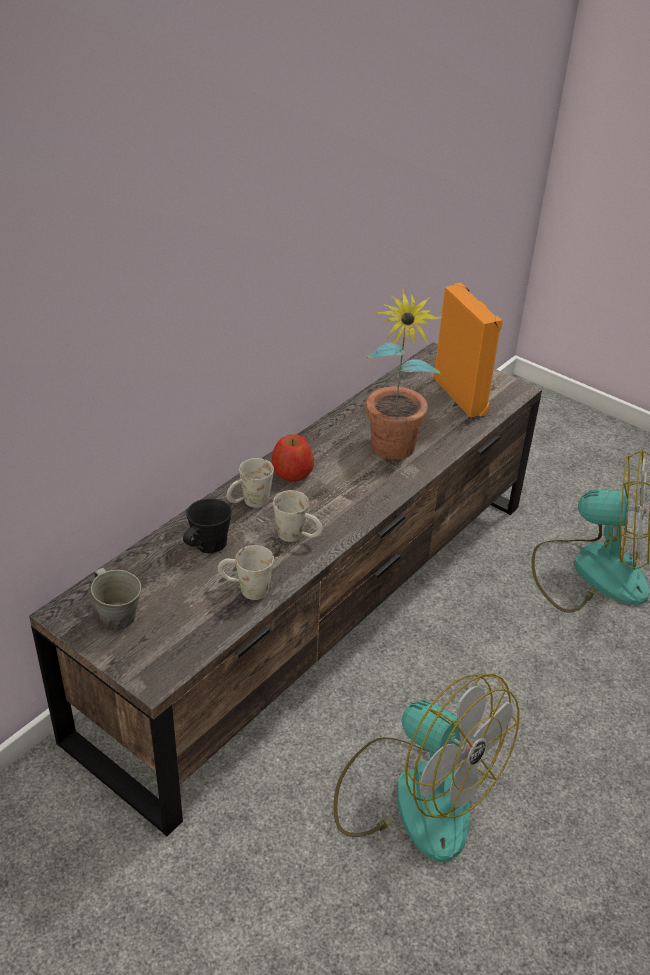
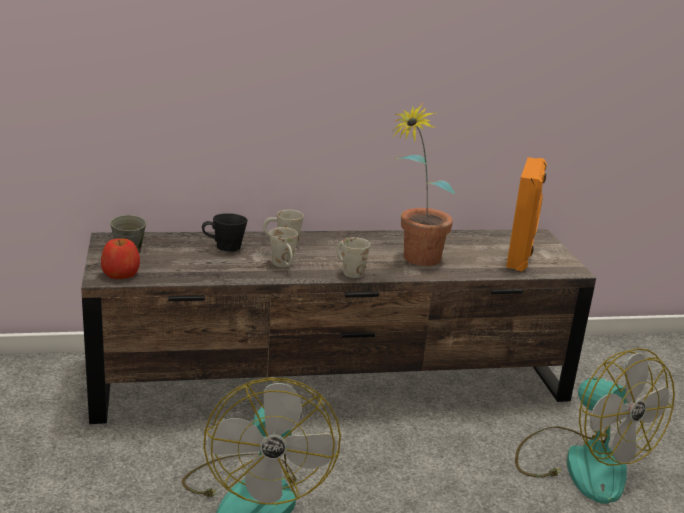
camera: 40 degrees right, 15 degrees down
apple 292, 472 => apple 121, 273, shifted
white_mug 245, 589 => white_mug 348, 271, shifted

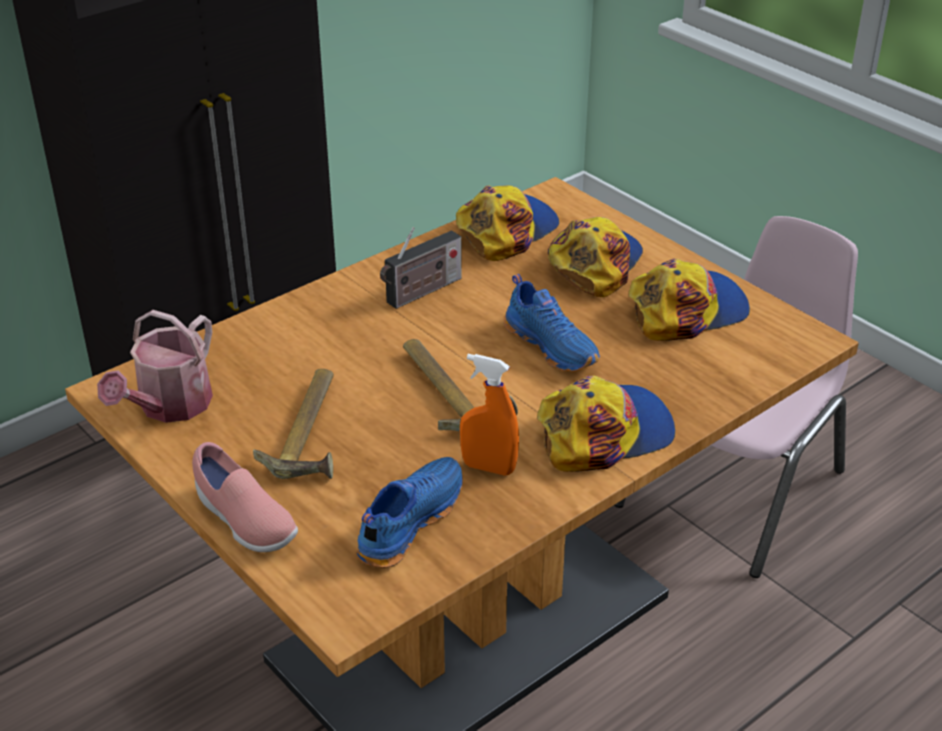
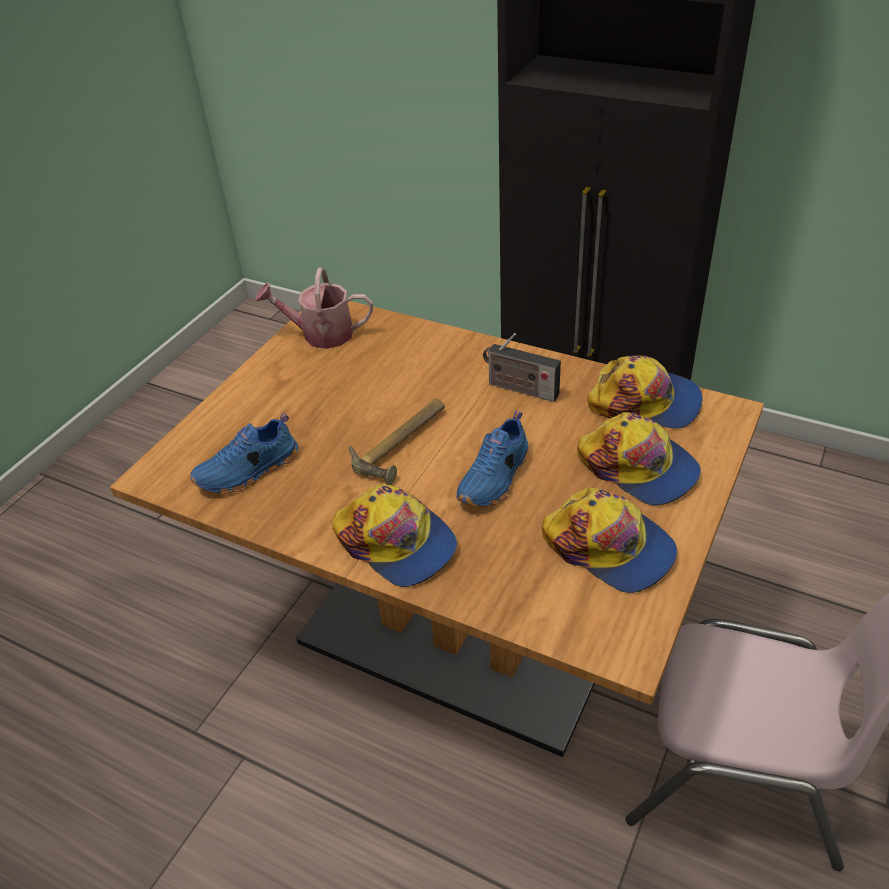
camera: 70 degrees right, 5 degrees up
blue_shoe 408, 522 => blue_shoe 249, 472, 135 degrees clockwise
cap 594, 263 => cap 638, 467, 45 degrees clockwise
pink_shoe 244, 521 => nothing
hammer 312, 431 => nothing
orange_spray_bottle 488, 467 => nothing

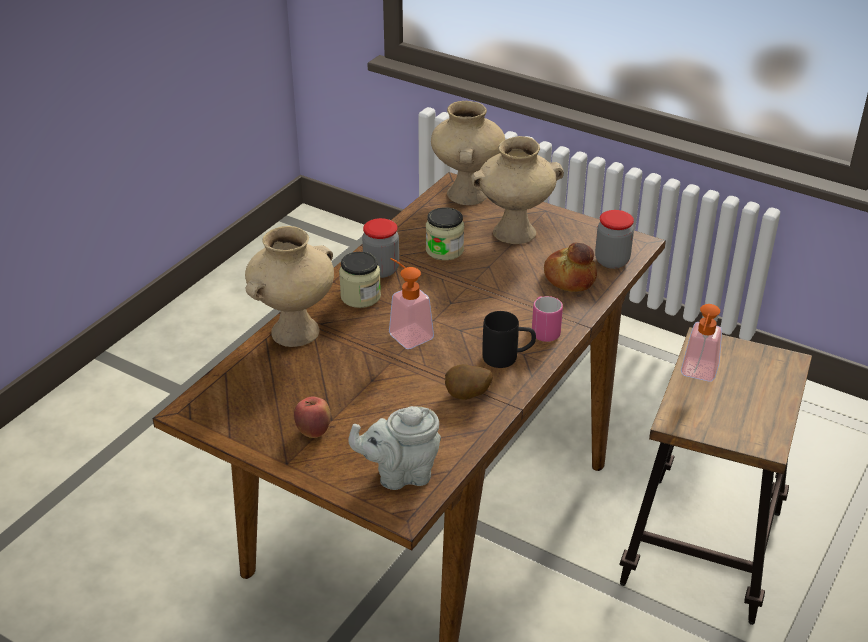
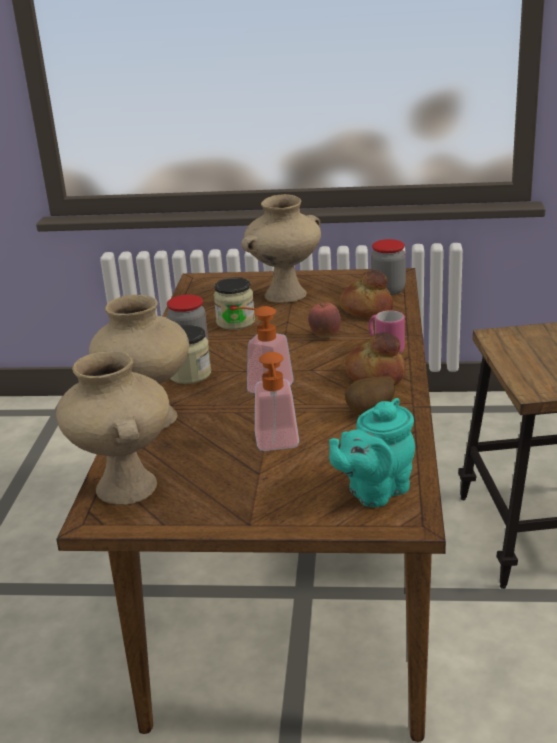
camera: 25 degrees left, 10 degrees down
beige_vase 466, 193 => beige_vase 124, 486, shifted
soap_dispenser 698, 374 => soap_dispenser 278, 445, shifted
apple 314, 431 => apple 325, 335, shifted
grey_teapot 400, 474 => turquoise_teapot 374, 491
black_mug 508, 358 => bread 376, 375

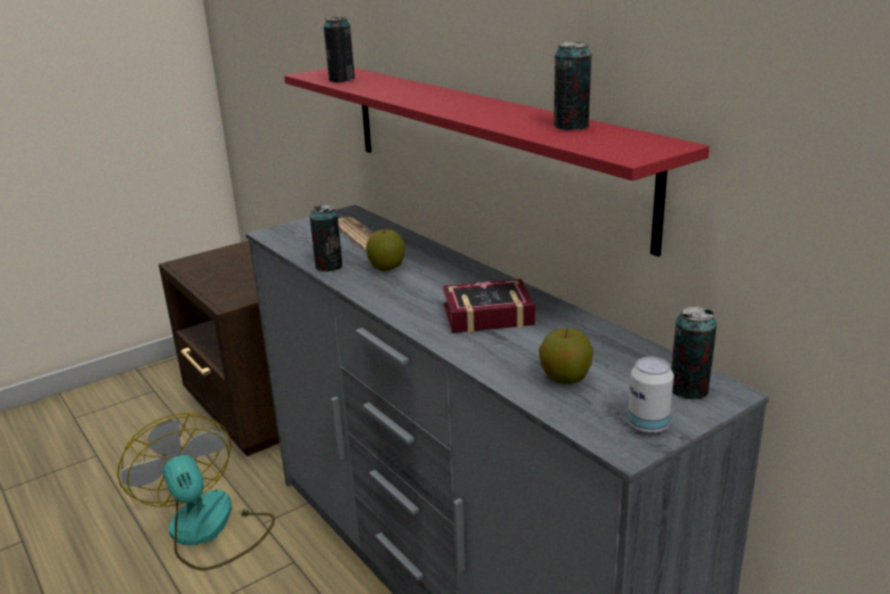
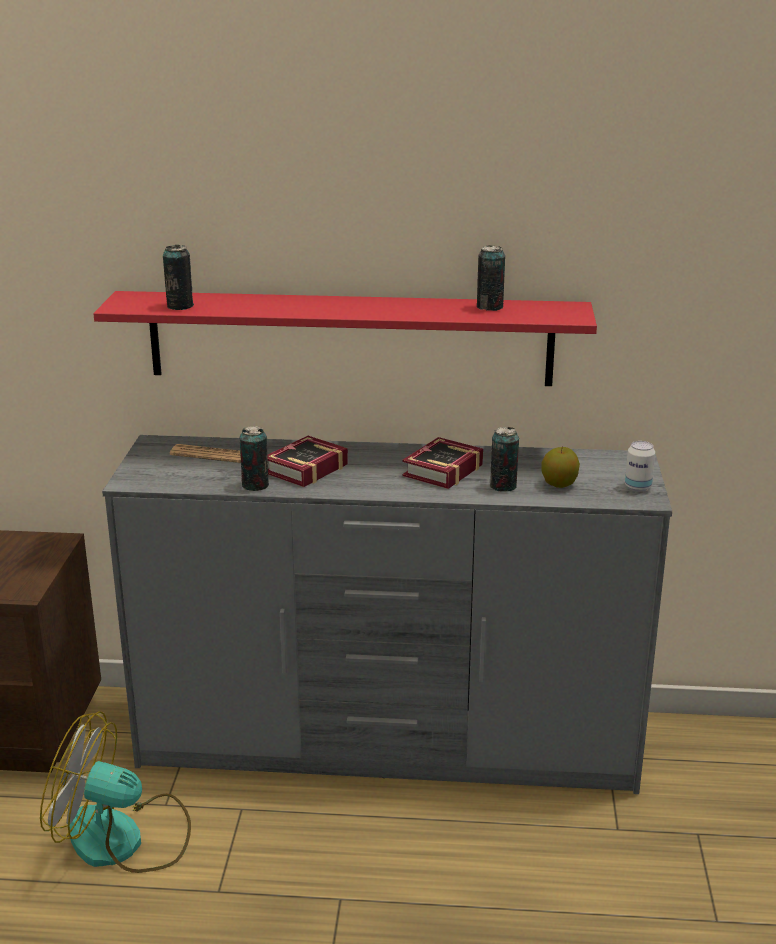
camera: 50 degrees left, 0 degrees up
apple 387, 268 => book 302, 469
can 689, 390 => can 503, 486, shifted

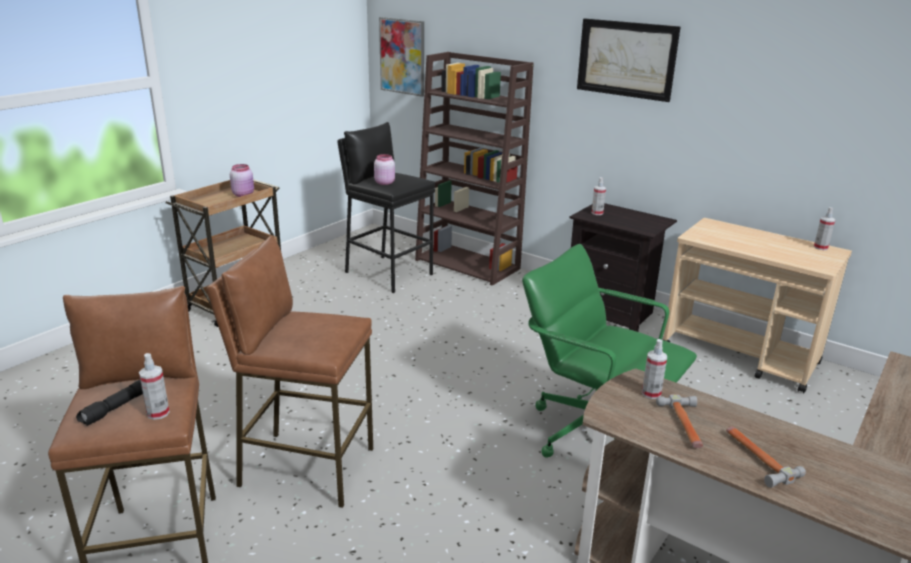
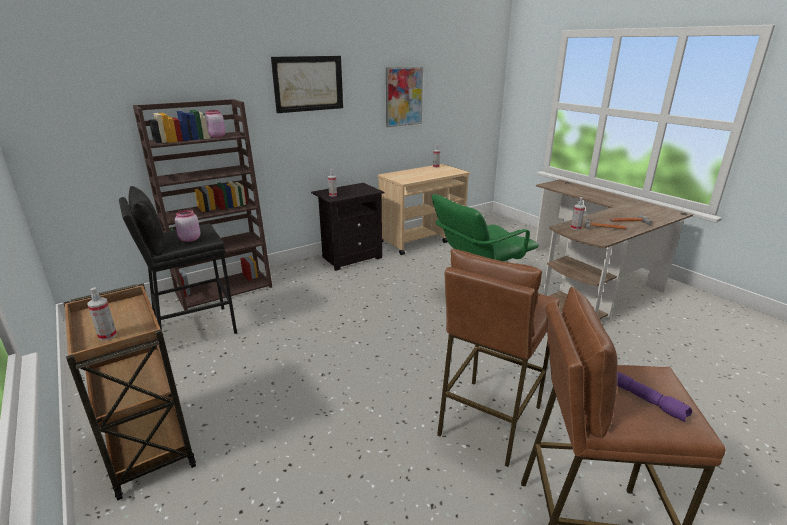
camera: 70 degrees left, 0 degrees up
spray_bottle 158, 413 => spray_bottle 107, 335, shifted
pink_jar 244, 194 => pink_jar 216, 136, shifted
picture 402, 56 => picture 403, 96, shifted
black_flashlight 117, 408 => purple_flashlight 648, 401

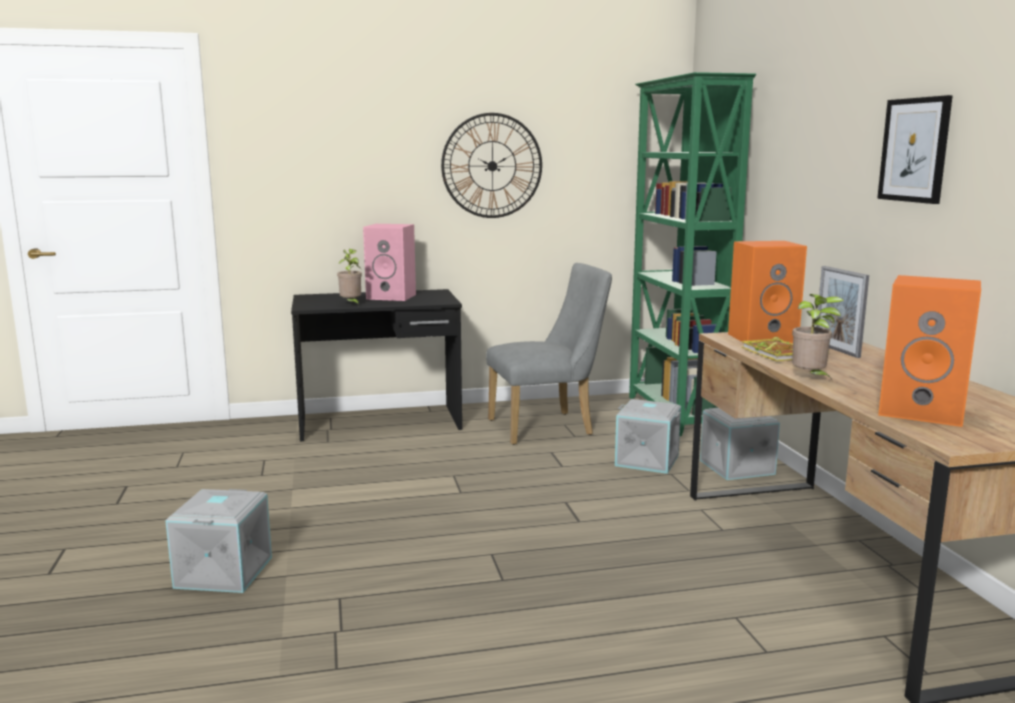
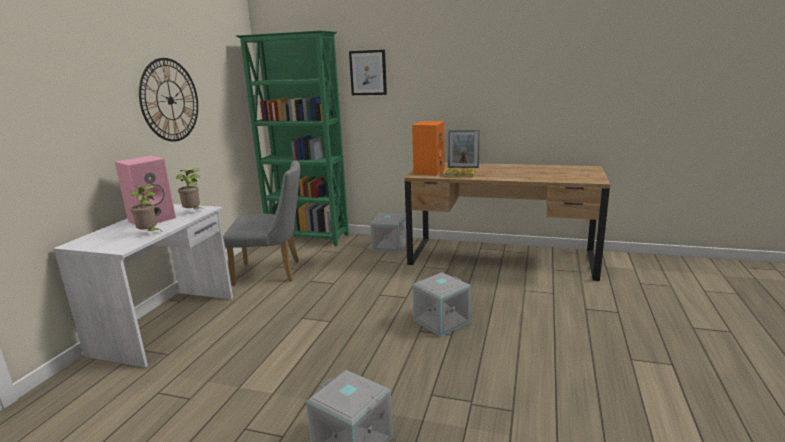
camera: 60 degrees left, 5 degrees up
black_desk 380, 423 => white_desk 168, 324
potted_plant 810, 379 => potted_plant 193, 212, shifted
grey_chair 548, 427 => grey_chair 273, 272, 75 degrees clockwise
picture 914, 150 => picture 368, 72, shifted
grey_storage_box 647, 460 => grey_storage_box 441, 320, shifted
orange_speaker 924, 411 => nothing

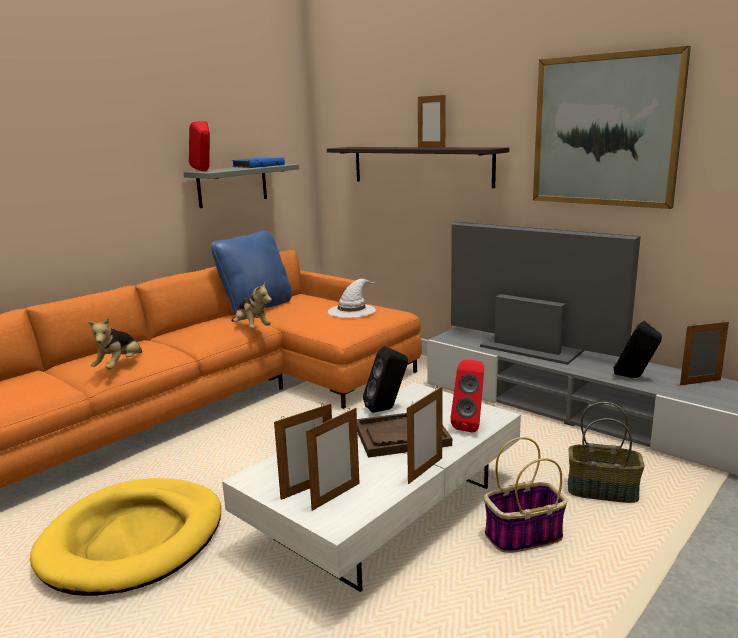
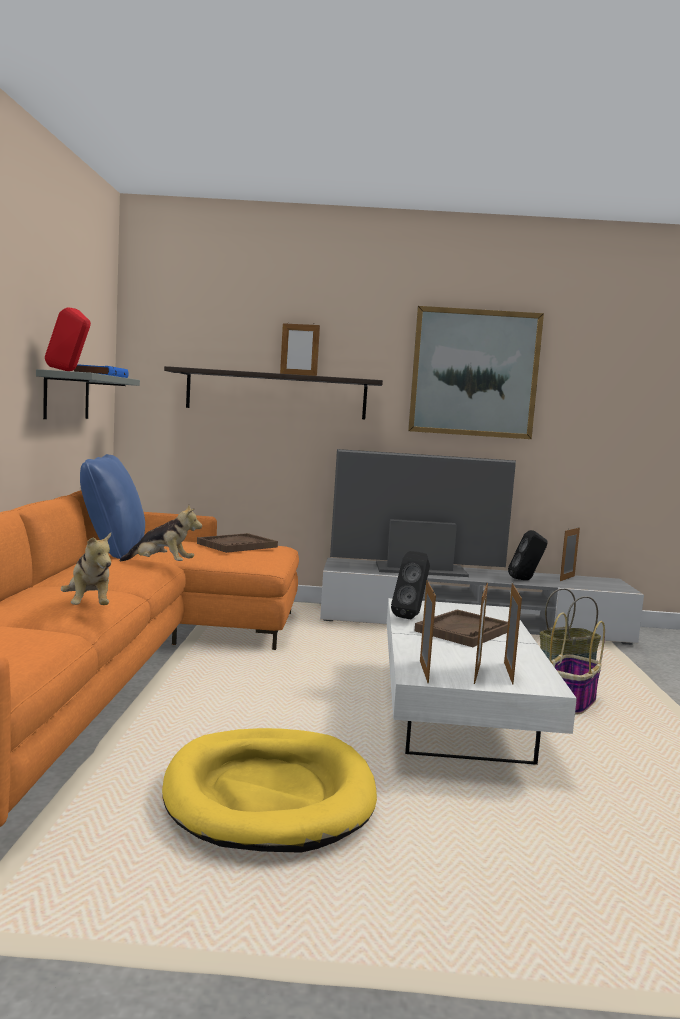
camera: 40 degrees left, 10 degrees down
white_hat 352, 310 => brown_tray 237, 545
picture_frame 425, 470 => picture_frame 423, 671, shifted
red_speaker 470, 425 => nothing

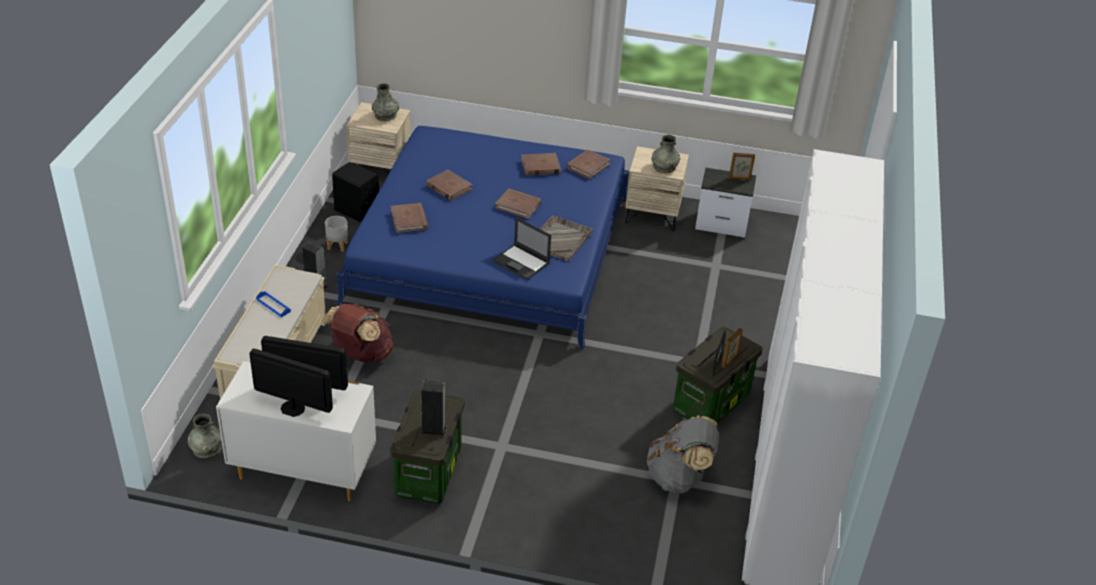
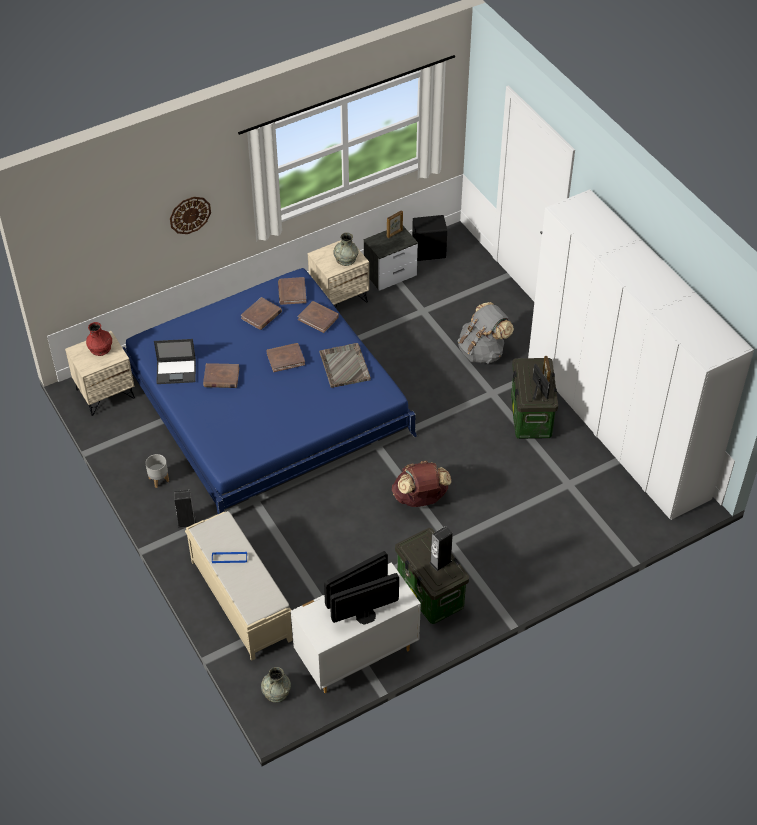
camera: 40 degrees left, 10 degrees up
grey_vase 385, 115 => red_vase 100, 348
laptop 521, 262 => laptop 177, 371, shifted
nothing => wall_clock 190, 215
brown_book 409, 220 => brown_book 318, 318, shifted
brown_backpack 361, 354 => brown_backpack 420, 499, shifted
black_speaker 356, 211 => black_speaker 428, 252, shifted
grey_backpack 679, 477 => grey_backpack 482, 351, shifted

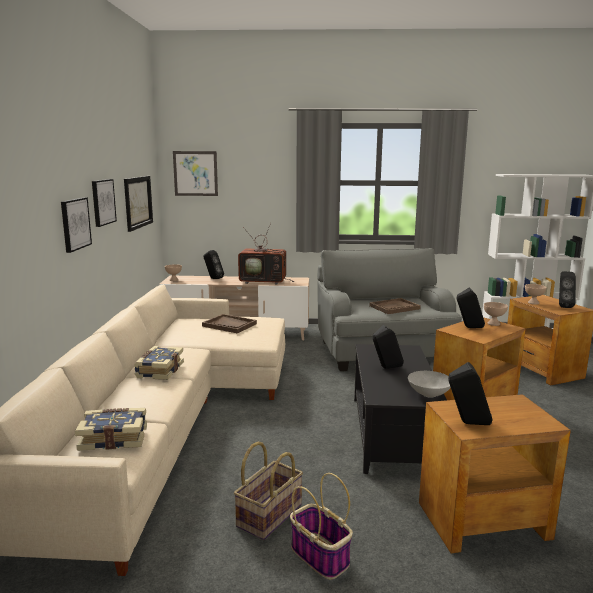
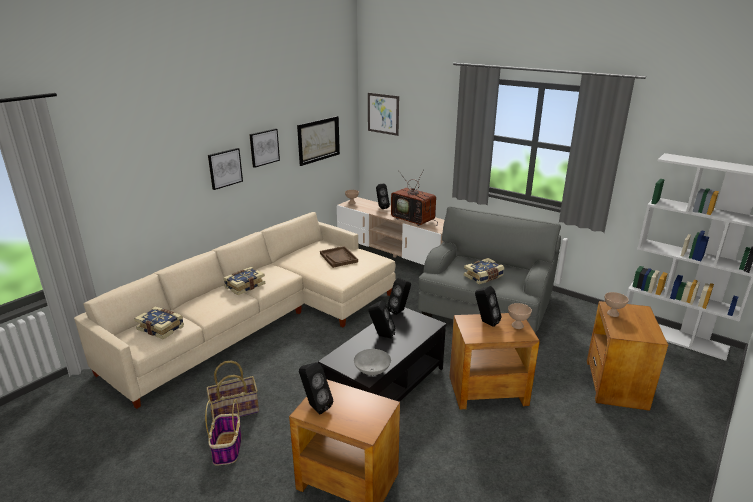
camera: 35 degrees right, 10 degrees up
black_speaker 563, 306 => black_speaker 400, 311, shifted
brown_tray 394, 307 => book 484, 277

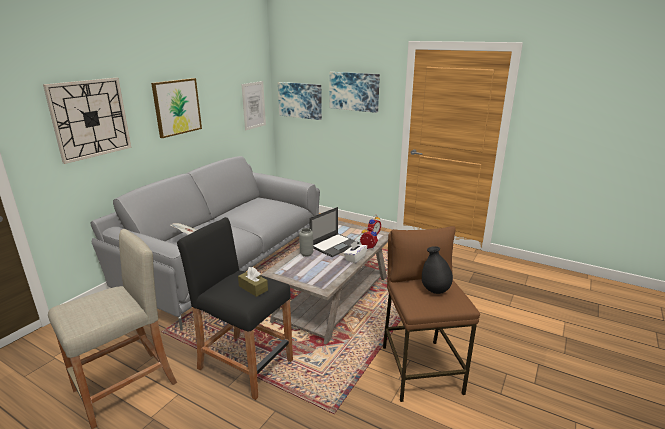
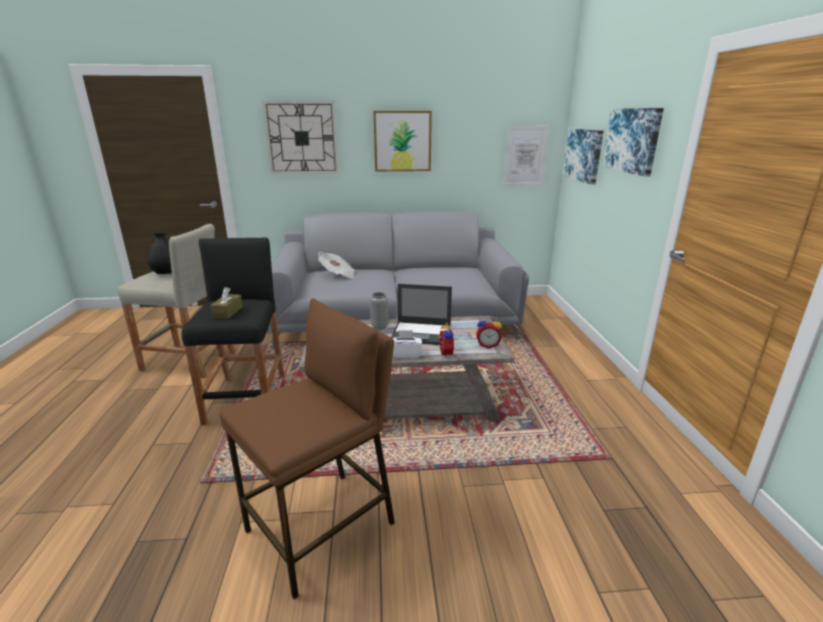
camera: 55 degrees right, 0 degrees up
black_vase 435, 291 => black_vase 165, 273, shifted

